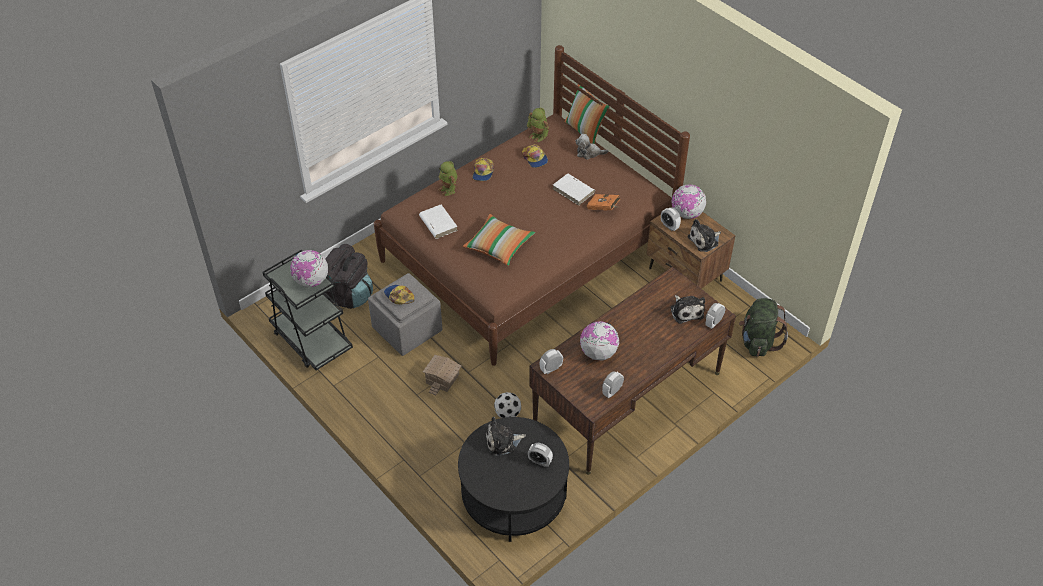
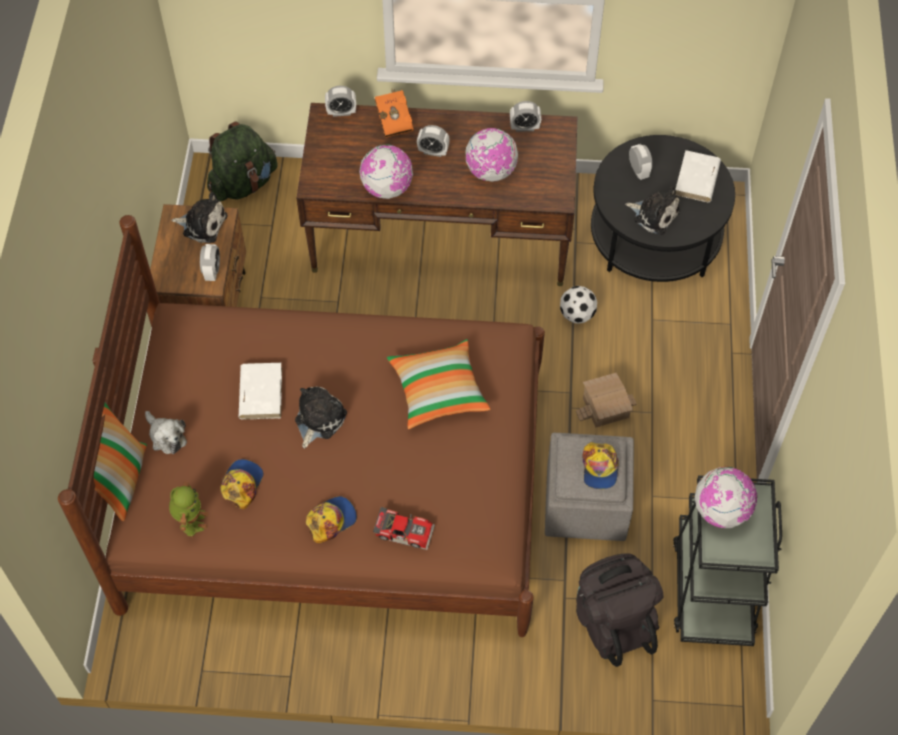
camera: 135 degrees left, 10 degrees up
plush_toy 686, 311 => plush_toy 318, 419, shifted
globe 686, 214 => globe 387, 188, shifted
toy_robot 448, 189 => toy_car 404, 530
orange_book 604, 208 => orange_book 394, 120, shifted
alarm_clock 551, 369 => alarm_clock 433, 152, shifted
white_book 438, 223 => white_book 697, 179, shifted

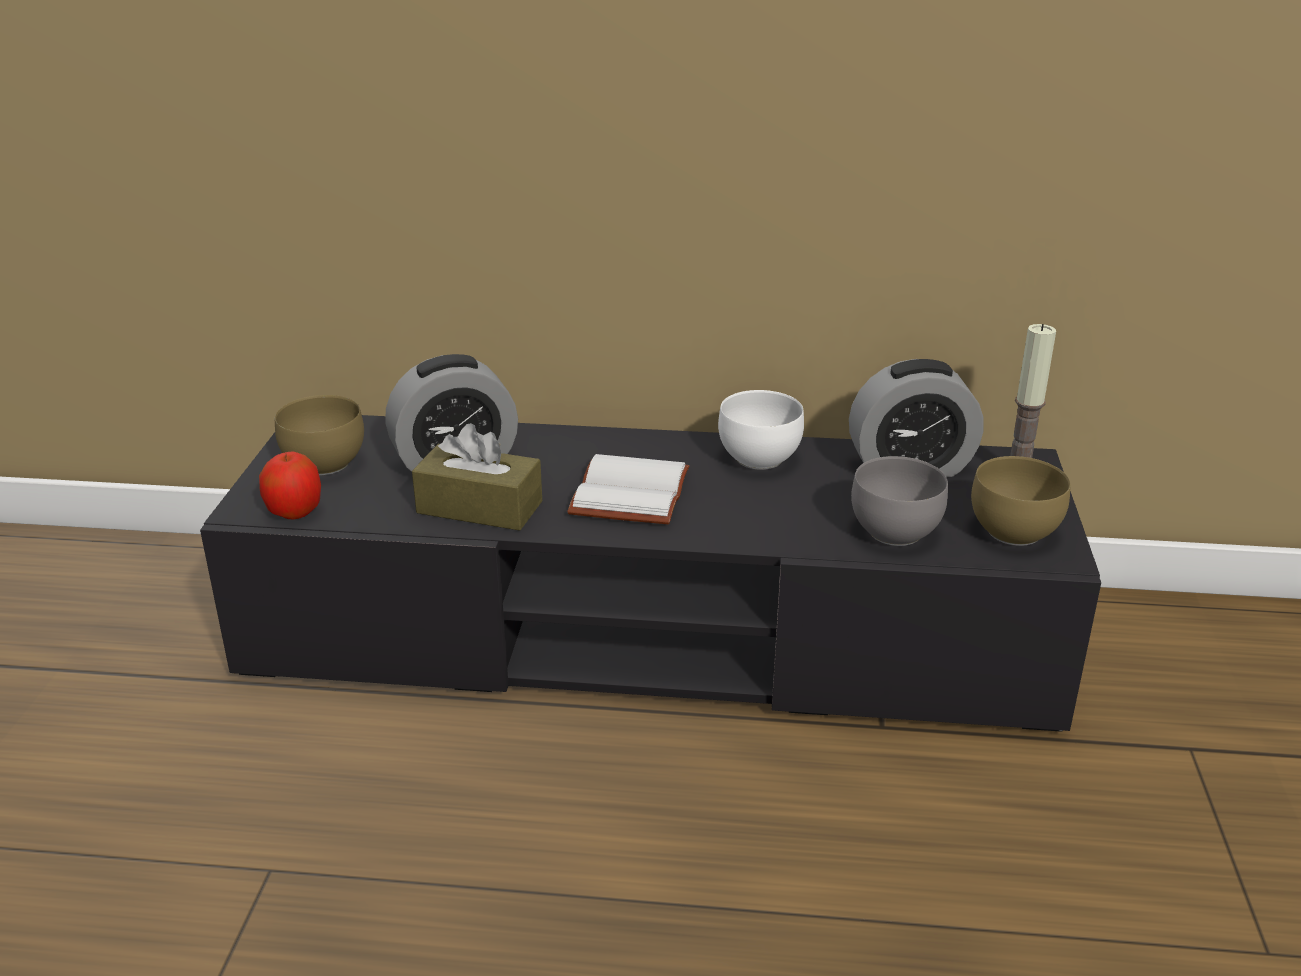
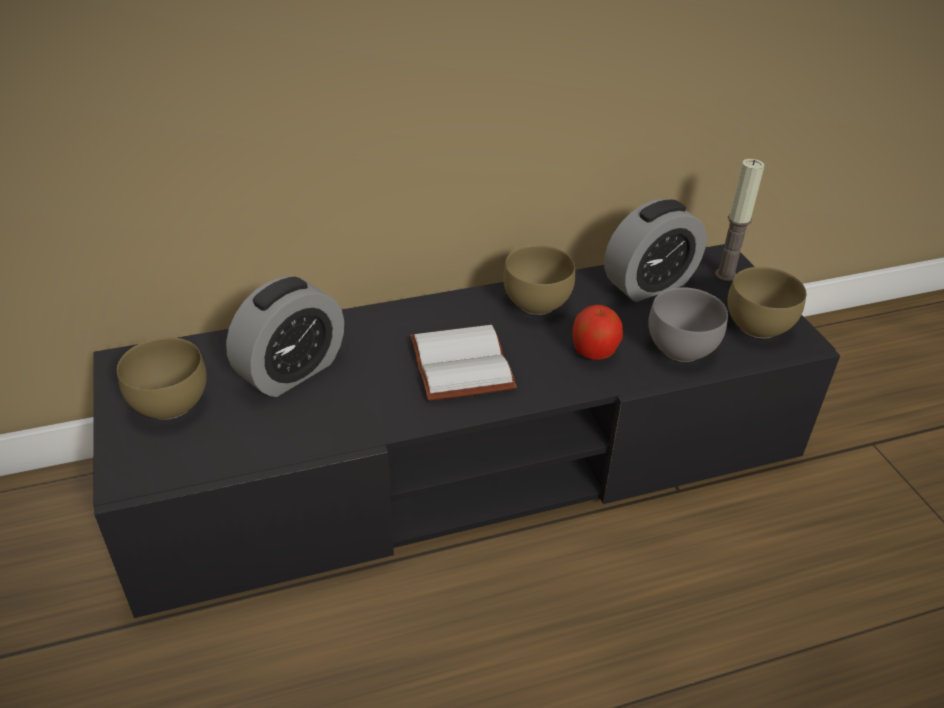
camera: 25 degrees left, 10 degrees up
white_bowl 759, 457 => brown_bowl 535, 302
apple 295, 512 => apple 594, 352, shifted
brown_tissue_box 479, 507 => nothing

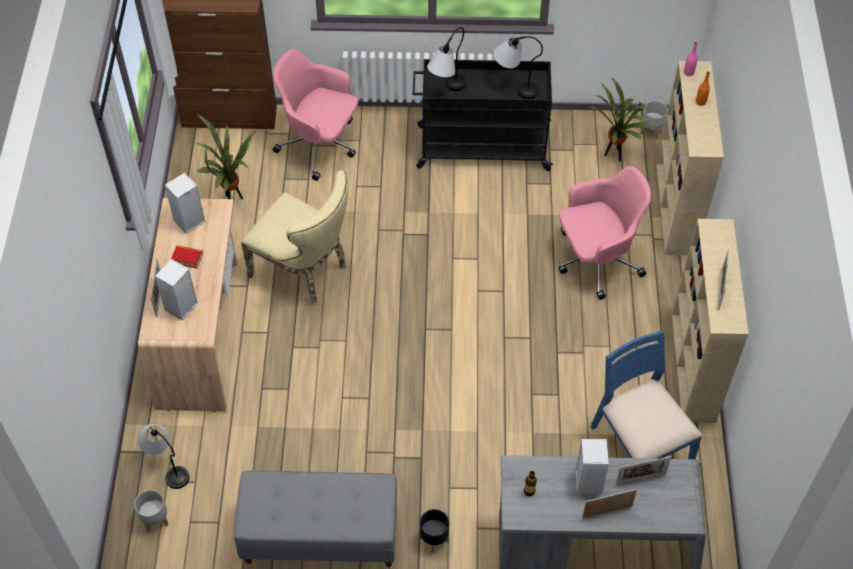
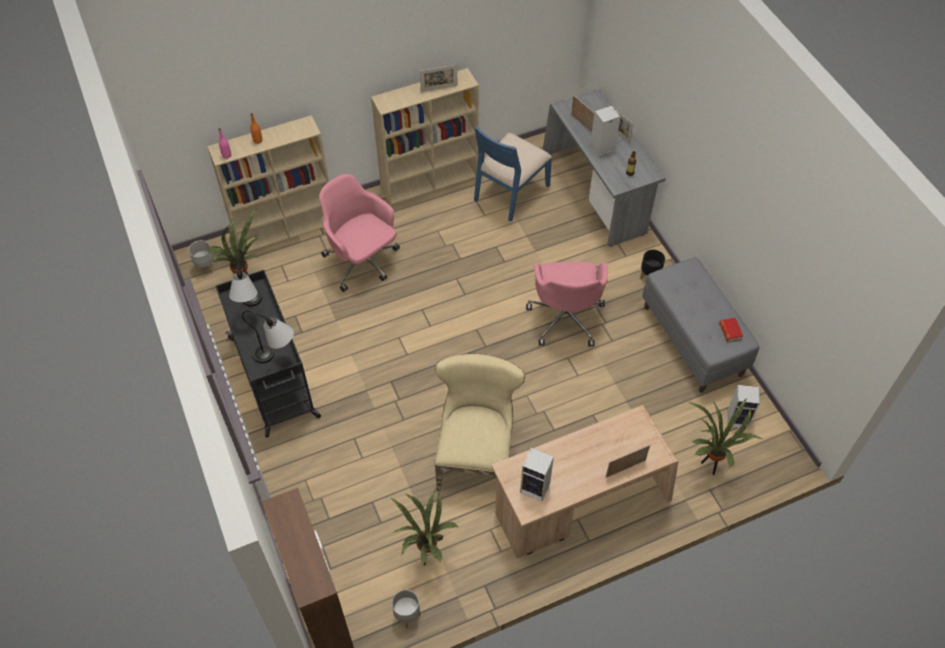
camera: 115 degrees left, 0 degrees up
grey_planter 155, 520 => grey_planter 407, 615, shifted
pink_office_chair 320, 145 => pink_office_chair 565, 317, shifted
table_lamp 168, 467 => potted_plant 709, 465
book 187, 258 => book 730, 331, shifted
speaker 181, 308 => speaker 738, 419, shifted

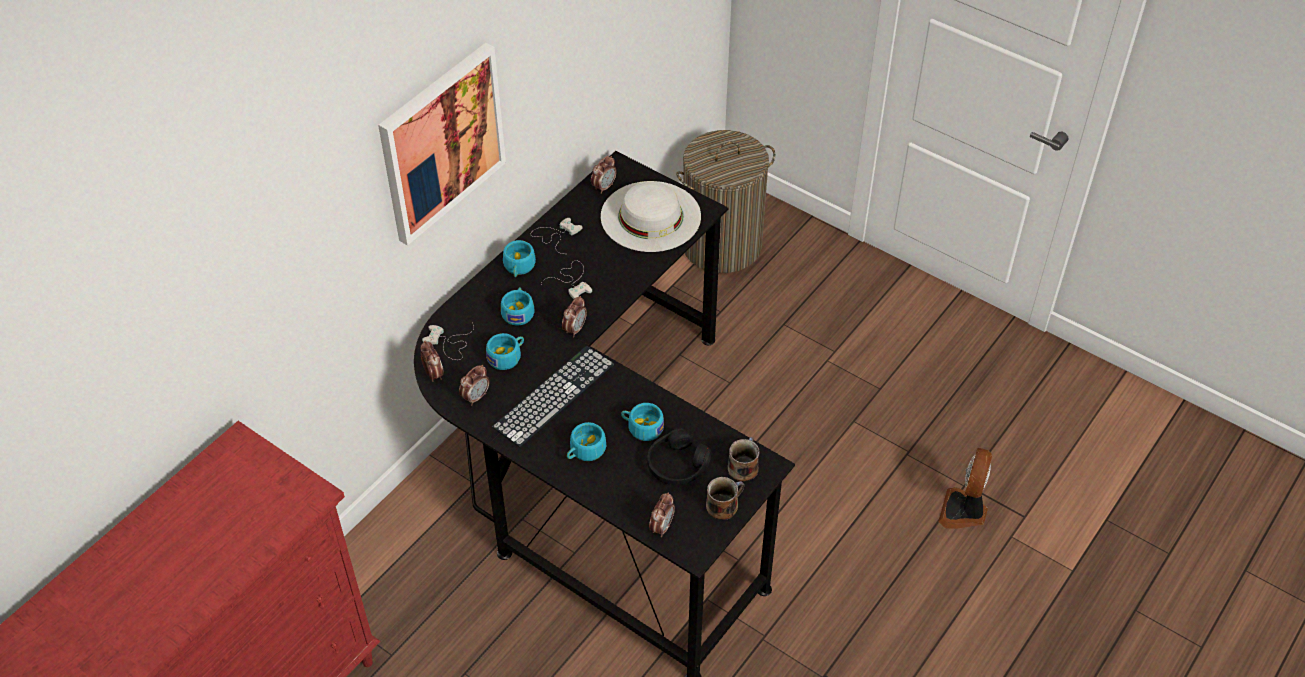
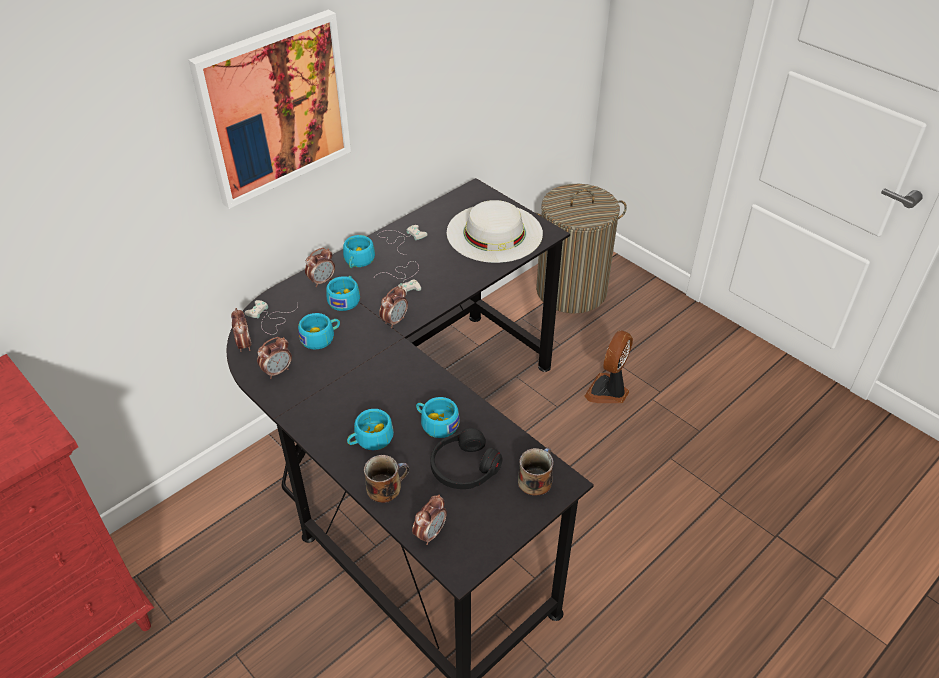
camera: 10 degrees right, 5 degrees down
alarm_clock 604, 187 => alarm_clock 322, 281, shifted
mug 723, 505 => mug 385, 487, shifted
fan 964, 511 => fan 608, 391, shifted
keyboard 554, 395 => nothing

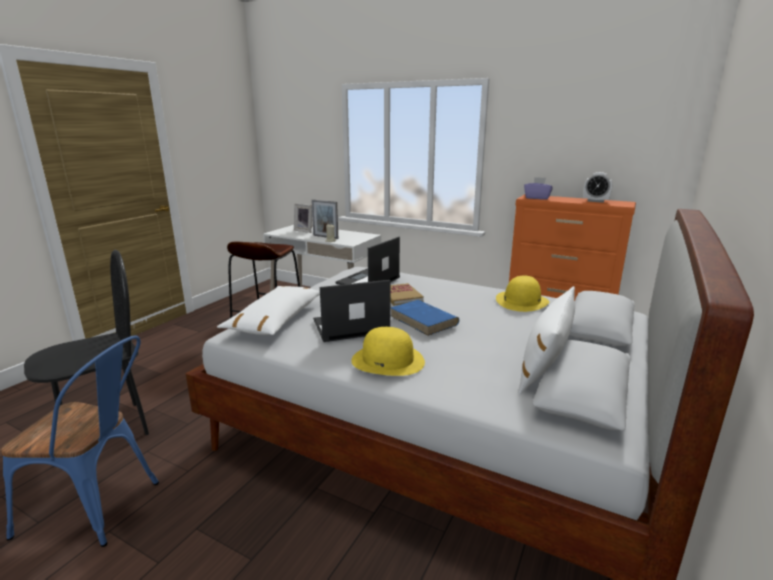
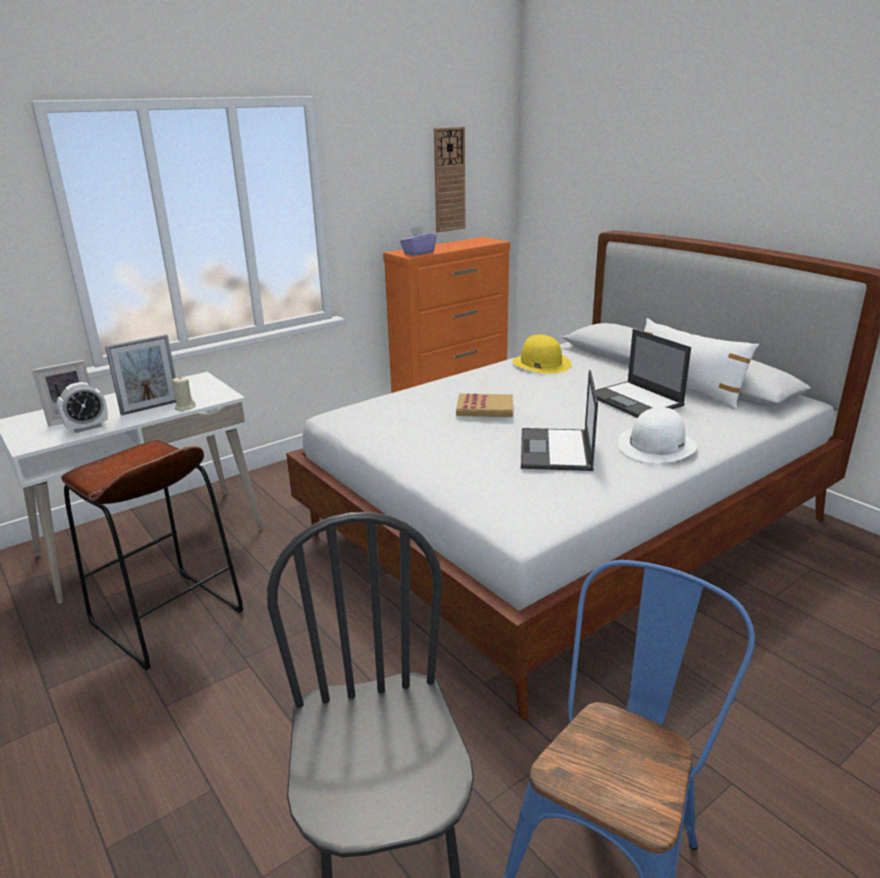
camera: 65 degrees left, 5 degrees up
alarm_clock 595, 201 => alarm_clock 87, 427, shifted
nothing => wall_clock 449, 180
laptop 368, 281 => laptop 635, 400, shifted
yellow_hat 388, 360 => white_hat 656, 445
white_pillow 276, 320 => nothing
blue_book 424, 320 => nothing

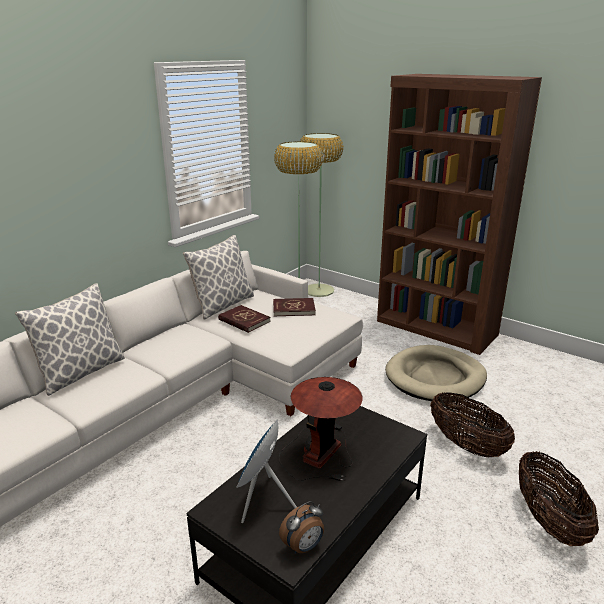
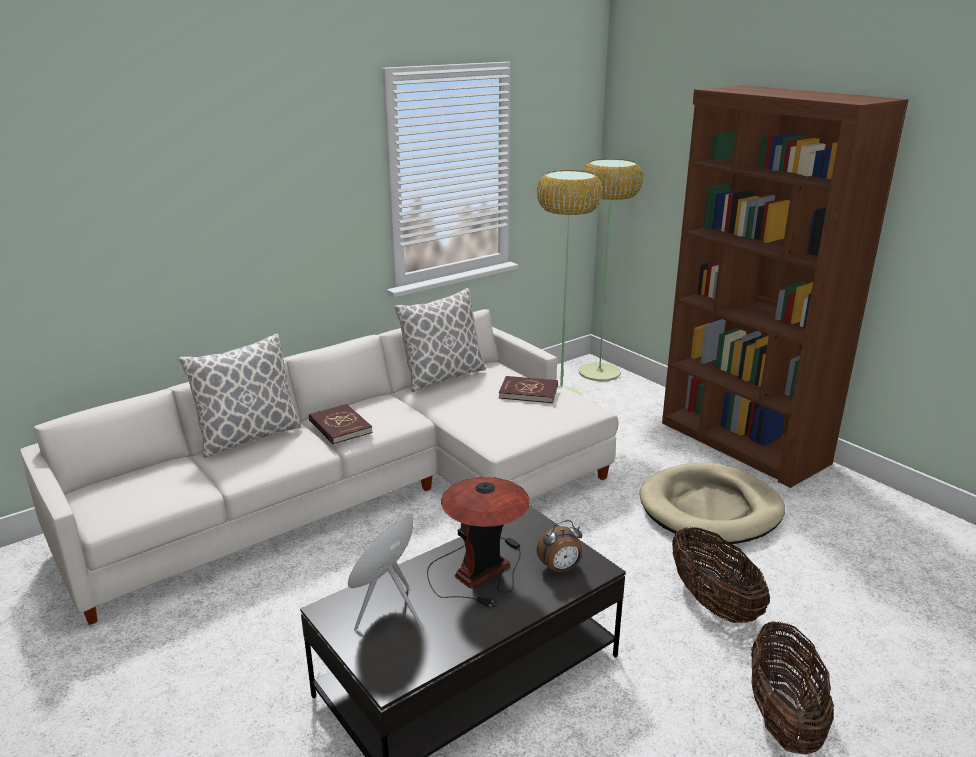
camera: 15 degrees right, 0 degrees up
red_book 244, 321 => red_book 340, 427, shifted
alarm_clock 303, 547 => alarm_clock 560, 569, shifted

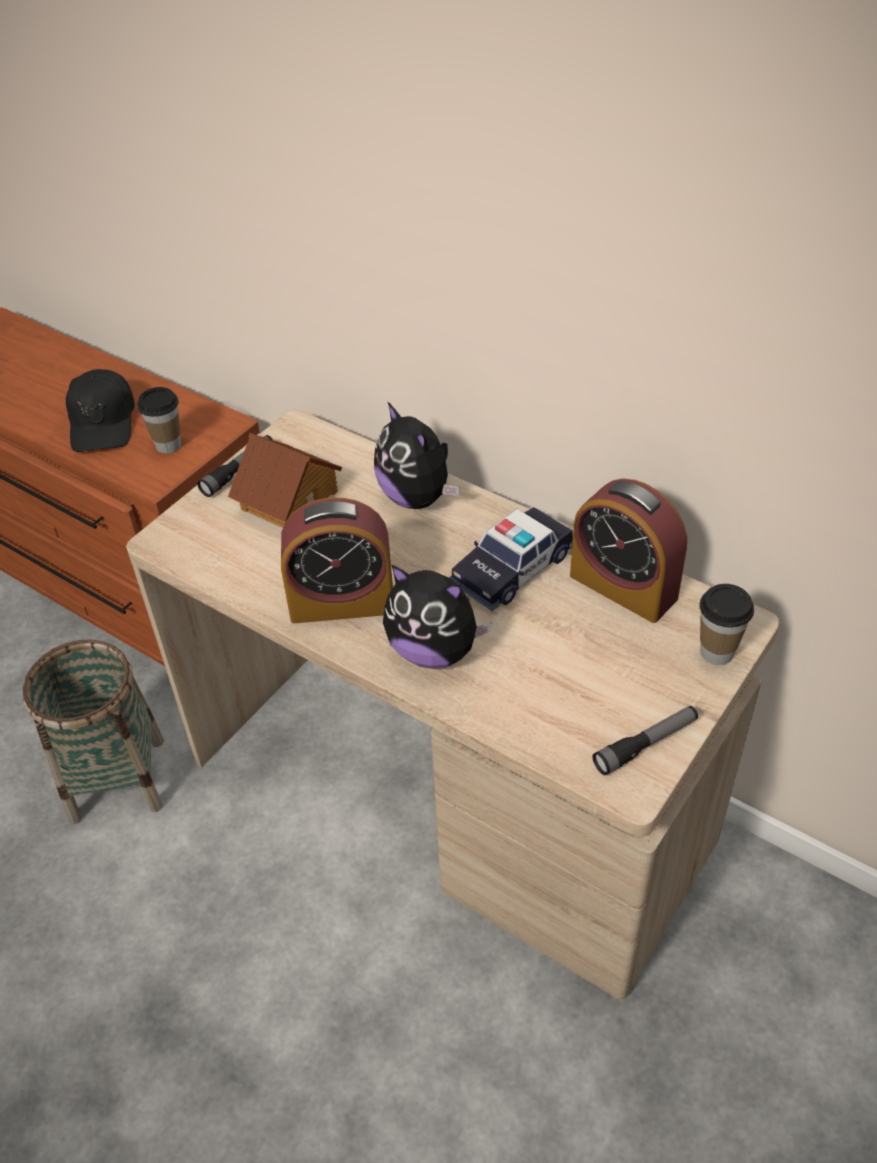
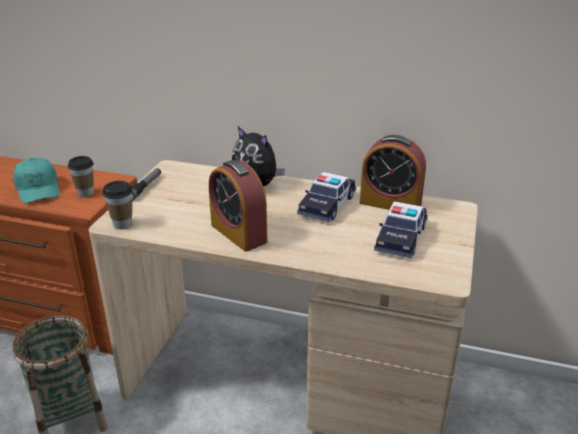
camera: 20 degrees left, 15 degrees down
black_cap 103, 422 => turquoise_cap 38, 189
cup 716, 652 => cup 122, 224, shifted
alarm_clock 342, 602 => alarm_clock 238, 233, 75 degrees clockwise
nothing => toy_car 401, 237
toy_house 288, 499 => nothing
plush_toy 434, 650 => nothing
flashlight 646, 745 => nothing

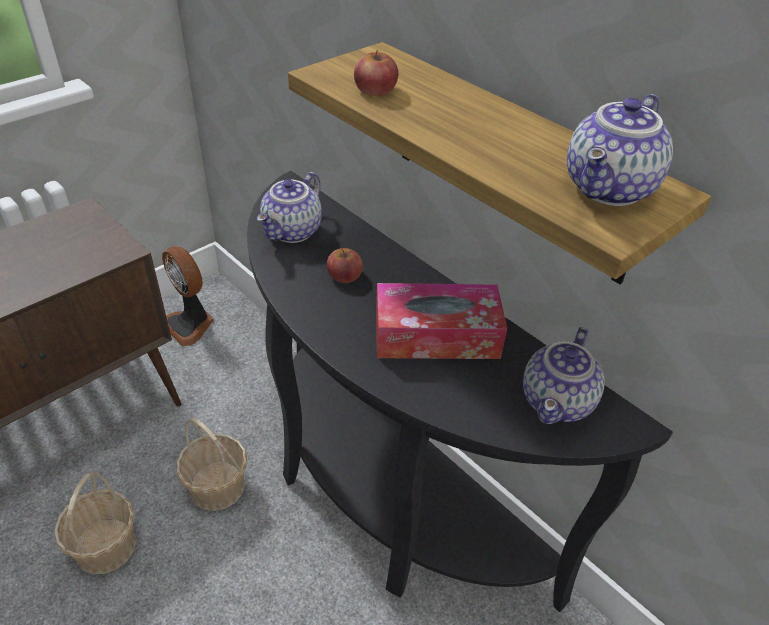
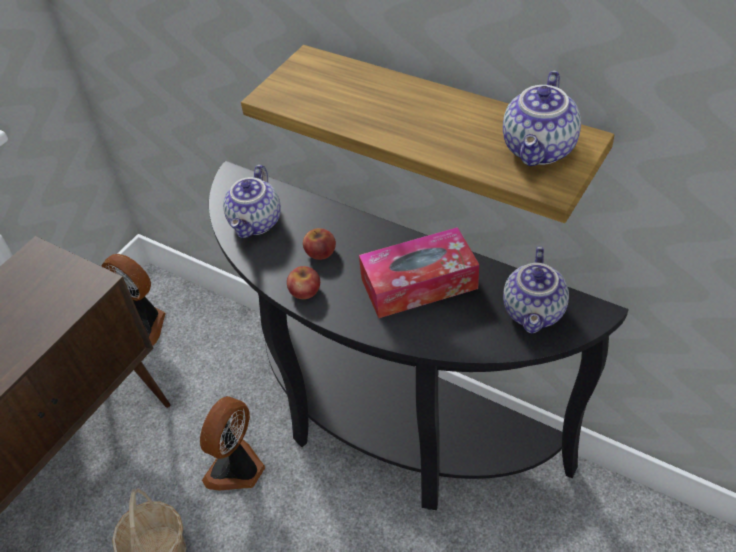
camera: 10 degrees left, 5 degrees up
basket 217, 487 => fan 237, 469
apple 375, 89 => apple 305, 290, shifted

